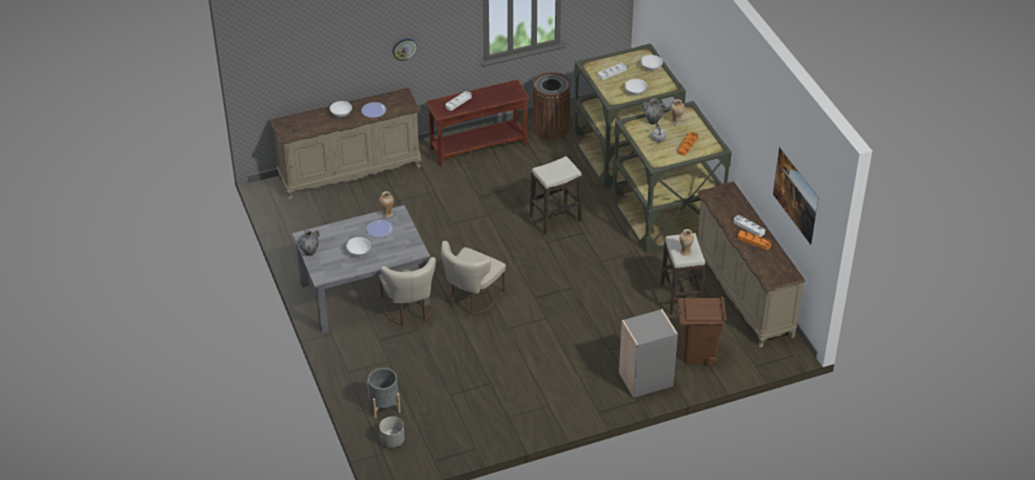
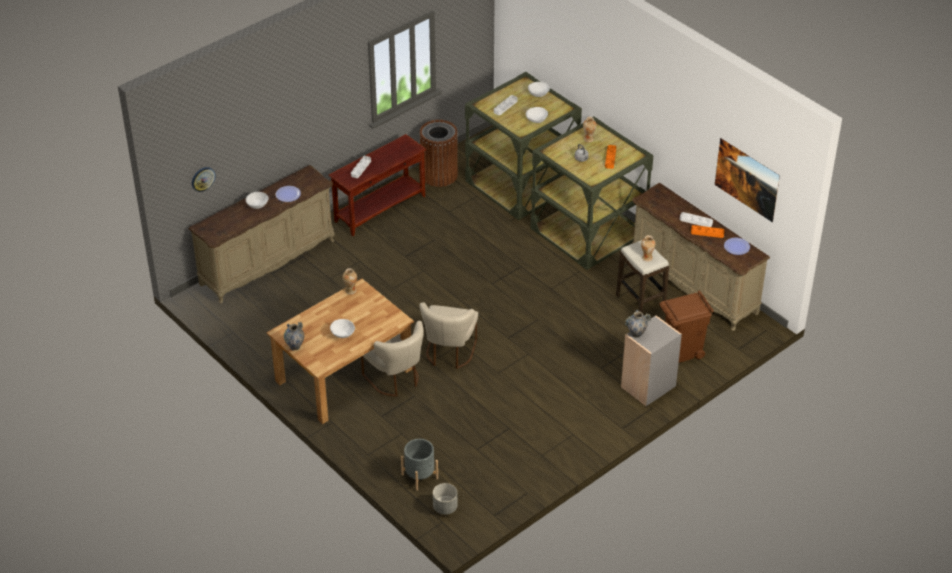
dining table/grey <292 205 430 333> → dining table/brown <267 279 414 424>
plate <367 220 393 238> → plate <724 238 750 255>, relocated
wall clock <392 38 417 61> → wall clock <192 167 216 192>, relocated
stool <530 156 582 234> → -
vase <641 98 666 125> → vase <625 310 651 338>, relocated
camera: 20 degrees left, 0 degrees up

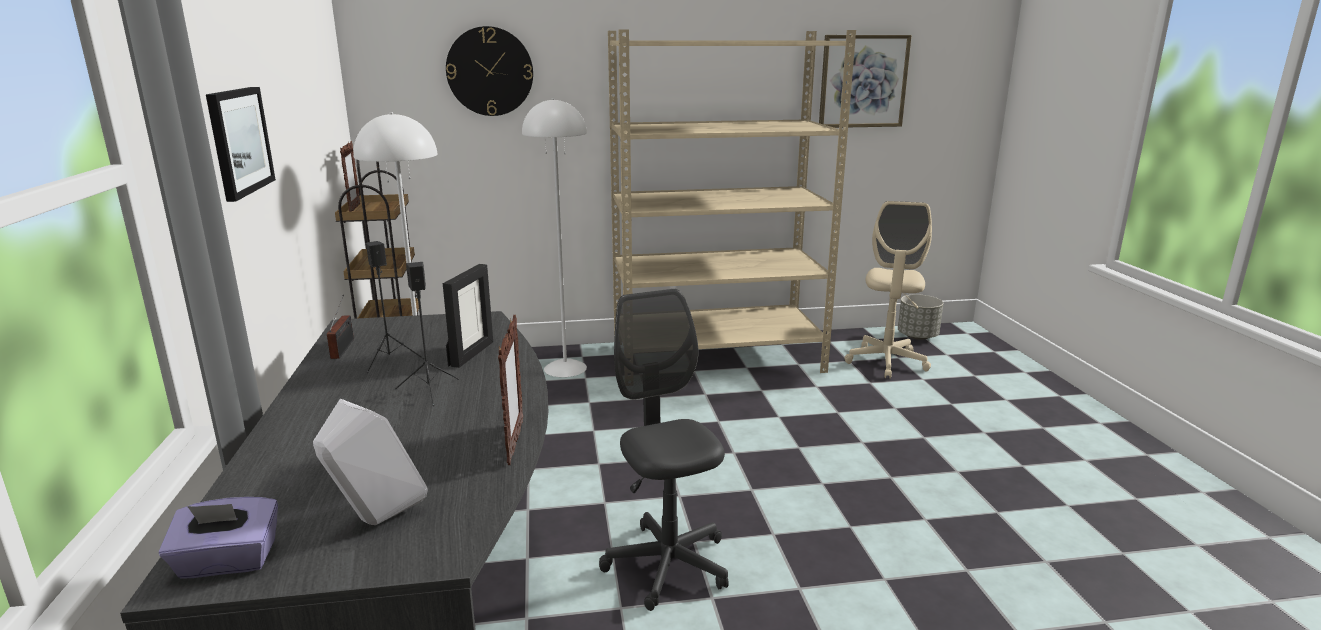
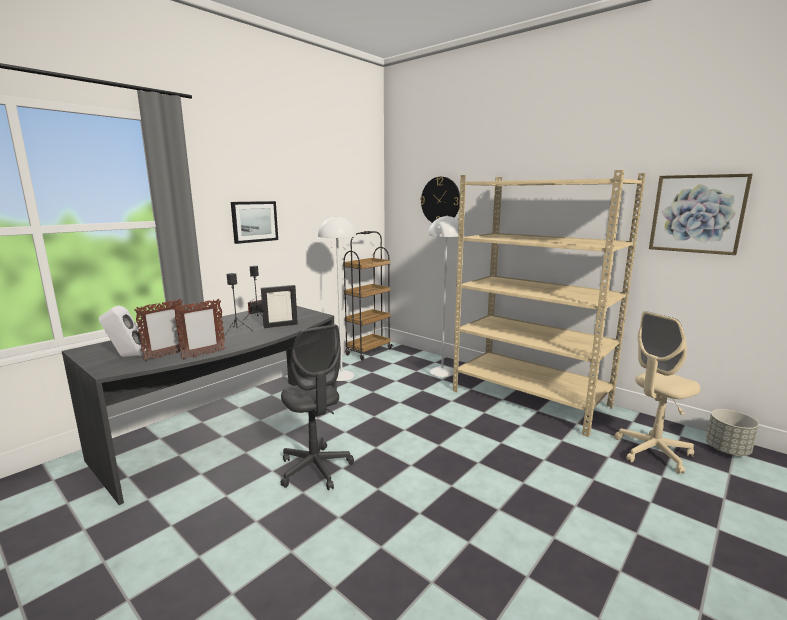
tissue box/purple <159 497 278 579> → -
picture frame <340 141 360 212> → picture frame <134 299 185 361>, relocated
office chair/grey <599 289 729 611> → office chair/grey <281 324 354 490>, 120 degrees clockwise
camera: 50 degrees right, 5 degrees down

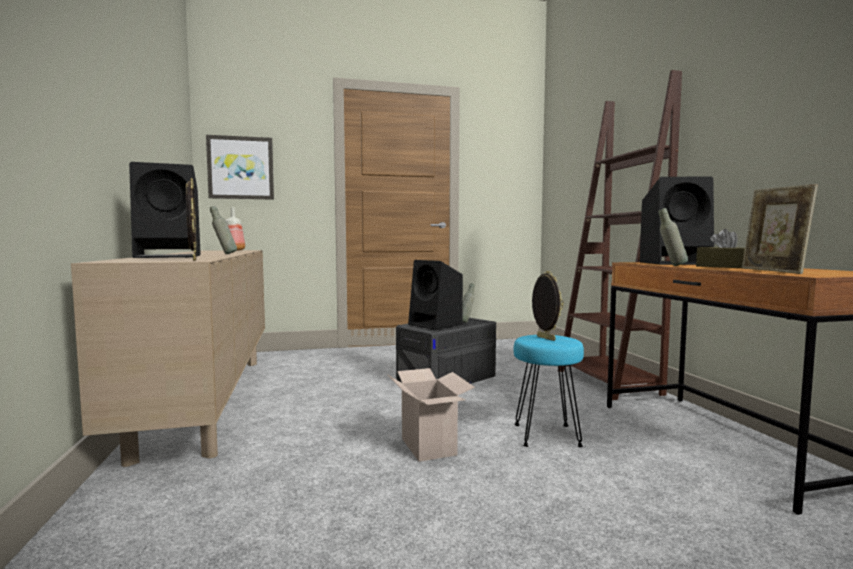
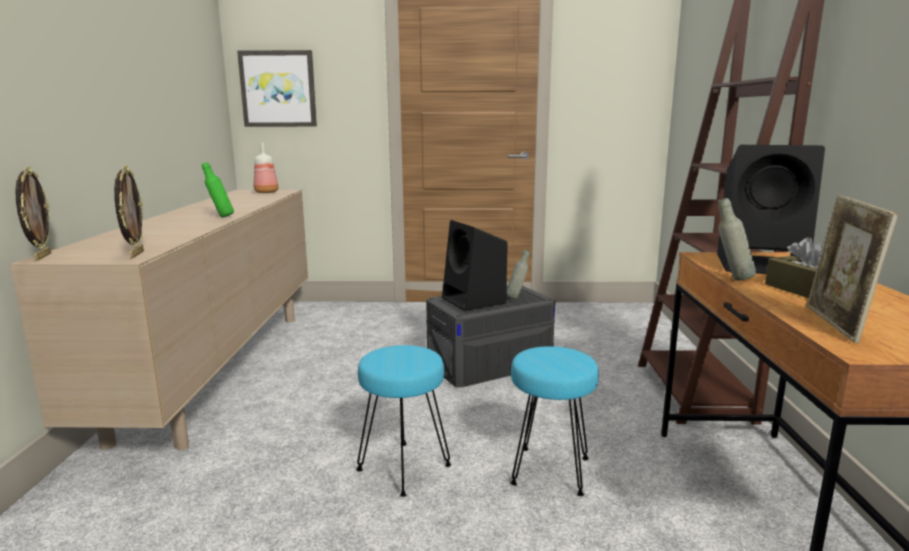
speaker/black <129 162 201 258> → -
bottle/grey <210 206 237 254> → bottle/green <202 163 234 218>
cardboard box <387 368 475 462> → stool/turquoise <356 345 451 497>
picture frame <532 271 564 341> → picture frame <15 167 51 260>, relocated
camera: 15 degrees right, 10 degrees up

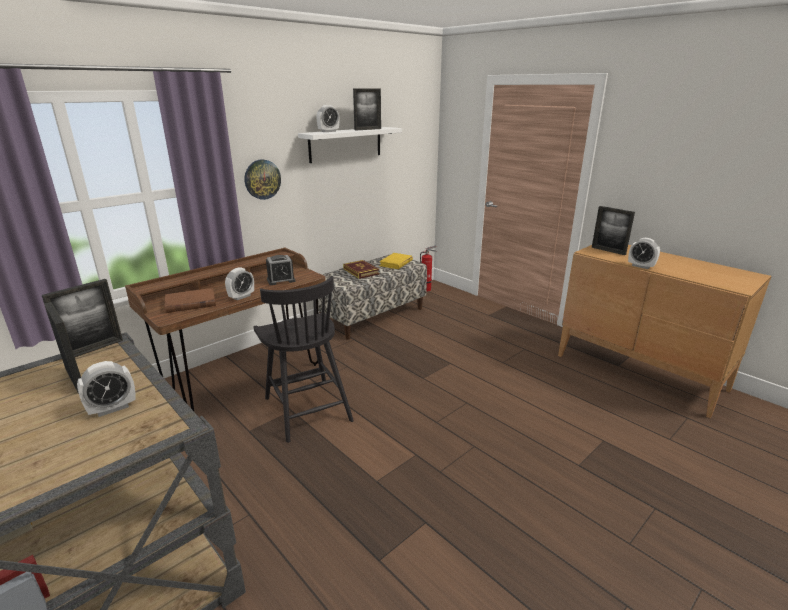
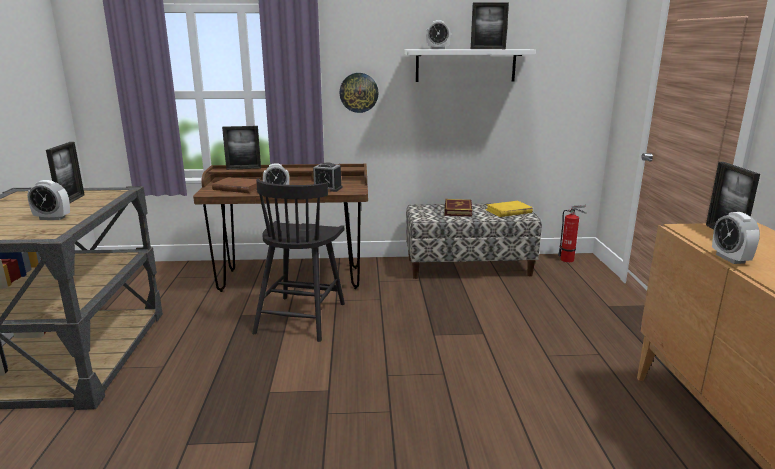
picture frame <42 279 123 357> → picture frame <222 126 261 170>, relocated
camera: 40 degrees right, 5 degrees down

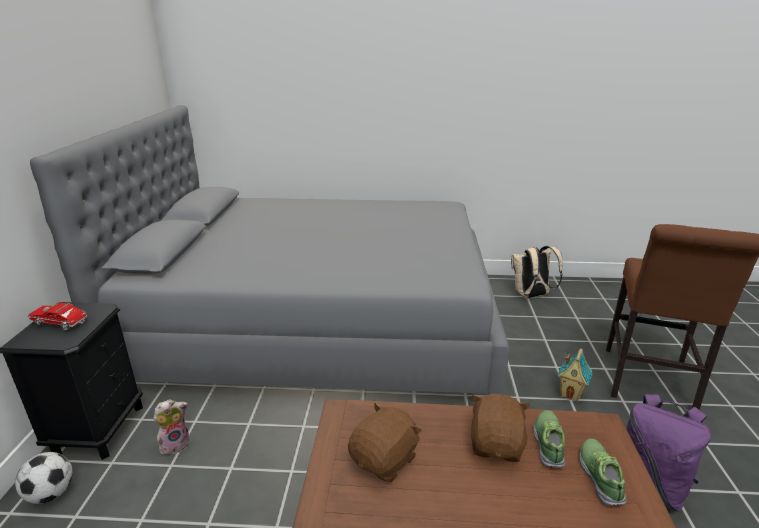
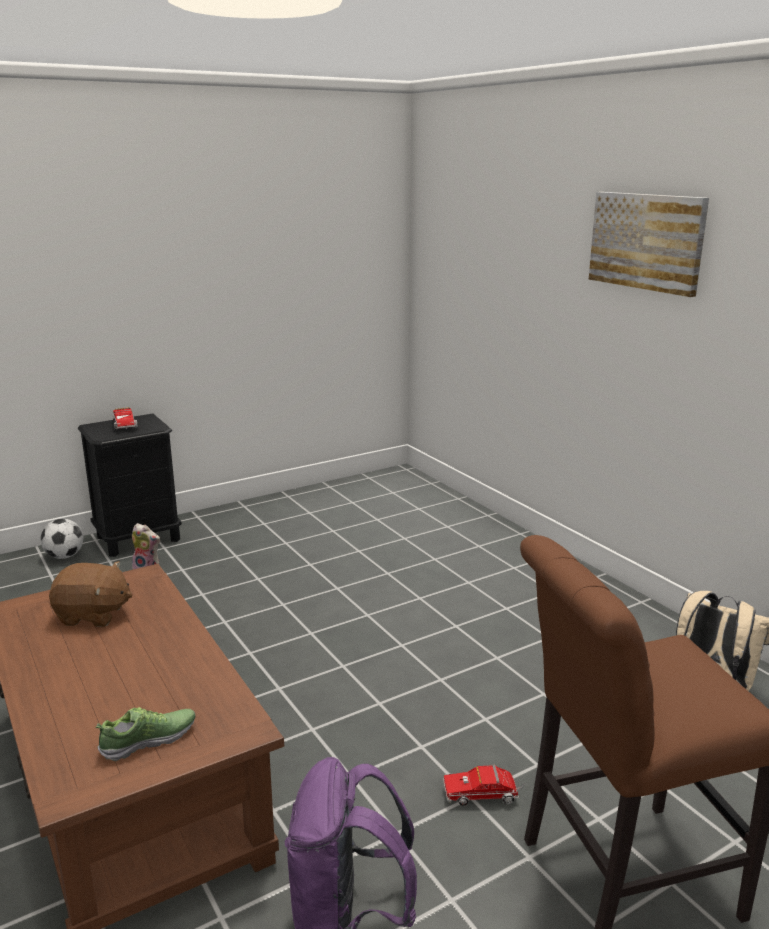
bed/grey <30 105 509 395> → -
plush toy/brown <471 394 530 462> → -
shoe <533 410 565 468> → -
toy house <557 348 593 402> → toy truck <443 765 525 806>
- → picture <589 192 709 297>
camera: 55 degrees right, 5 degrees down

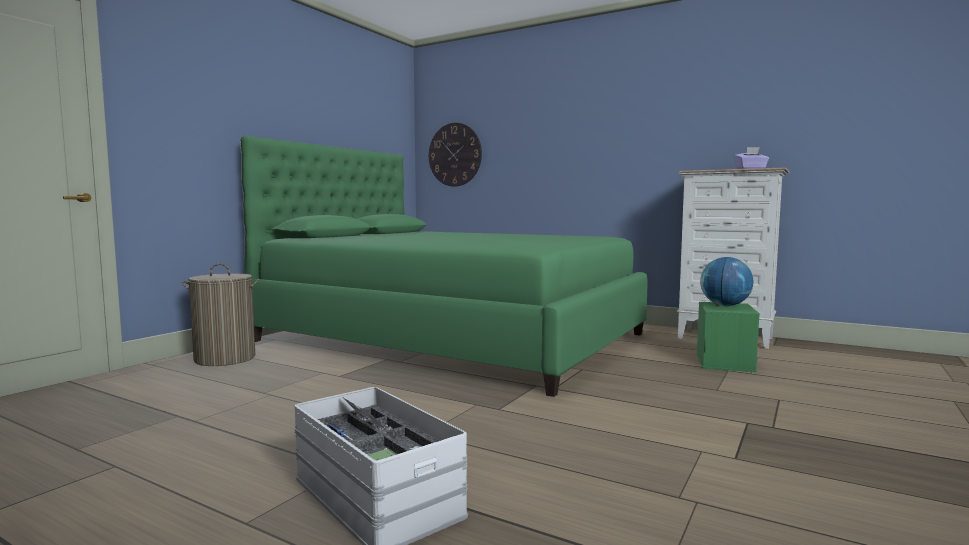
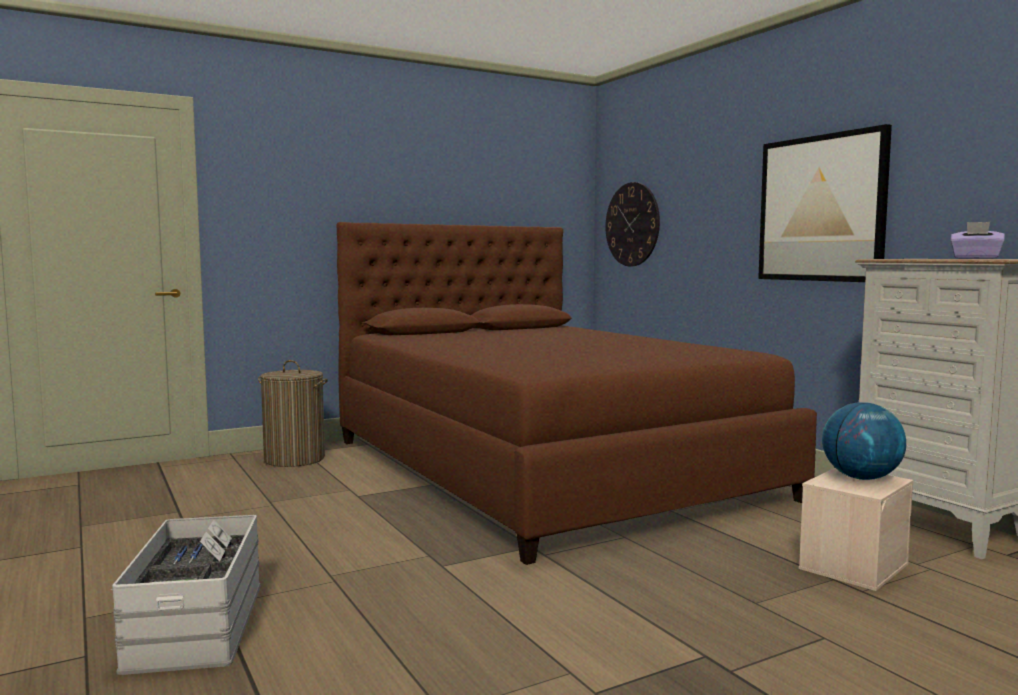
bed/green <240 136 648 397> → bed/brown <336 222 817 565>
storage box/green <697 302 760 372> → storage box/beige <799 468 914 591>
- → picture <758 124 892 282>
camera: 30 degrees right, 0 degrees up

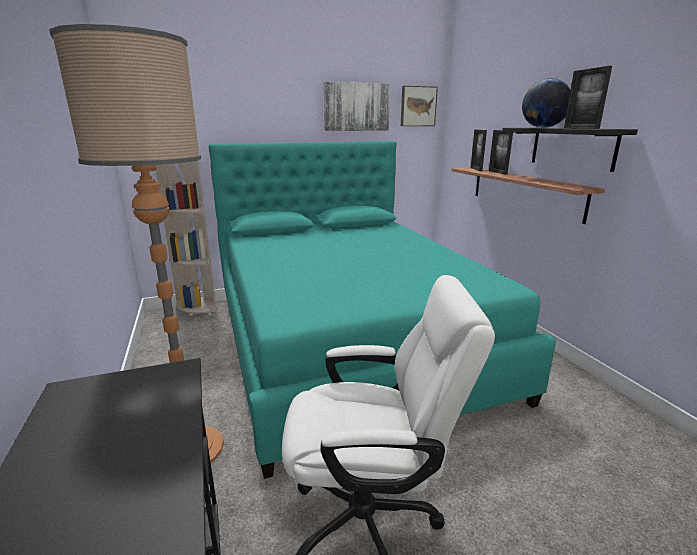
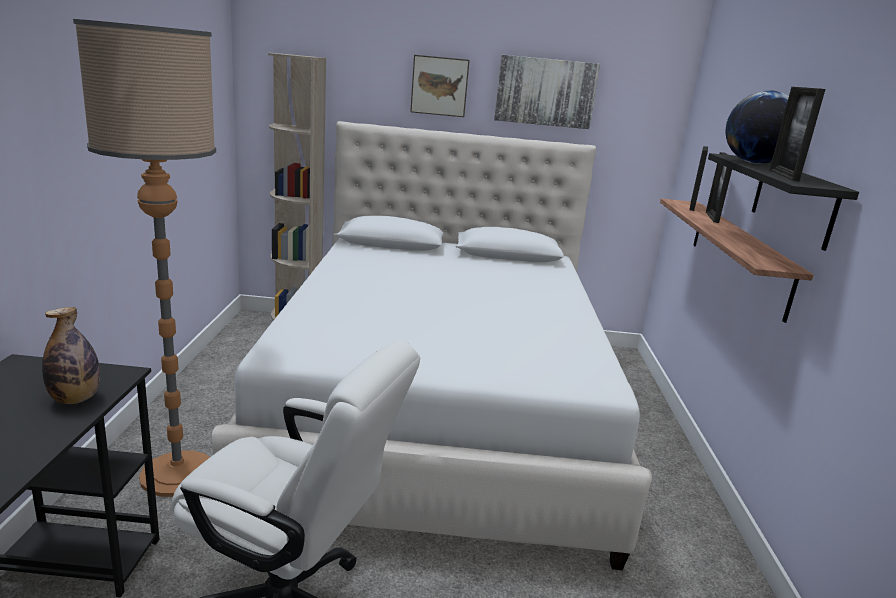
bed/turquoise <209 141 556 479> → bed/white <212 121 652 570>
picture <401 86 438 126> → picture <410 55 470 117>, relocated
- → bottle <42 307 100 404>
camera: 20 degrees right, 0 degrees up

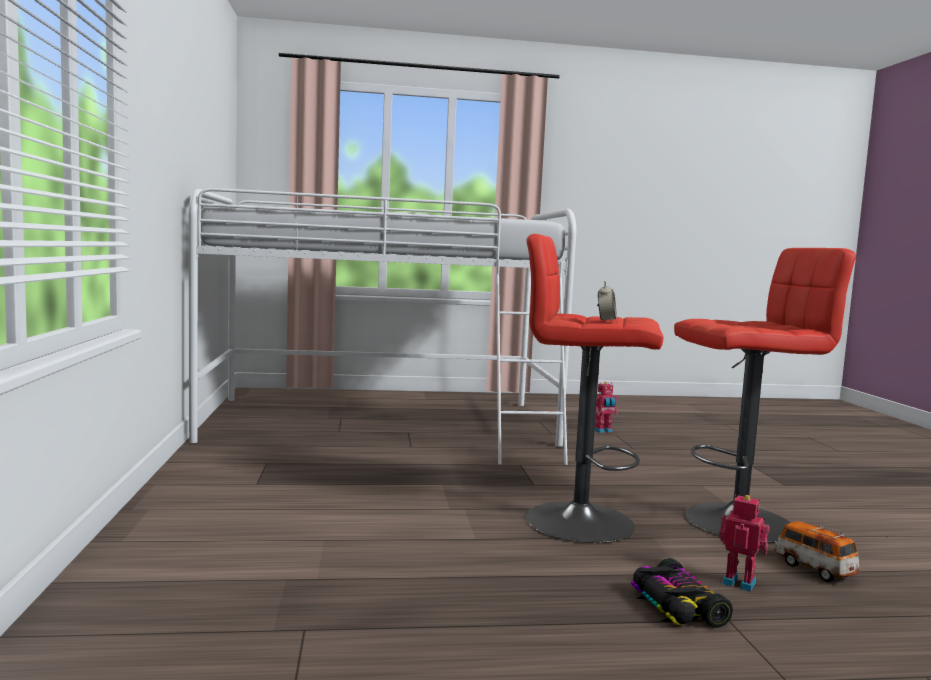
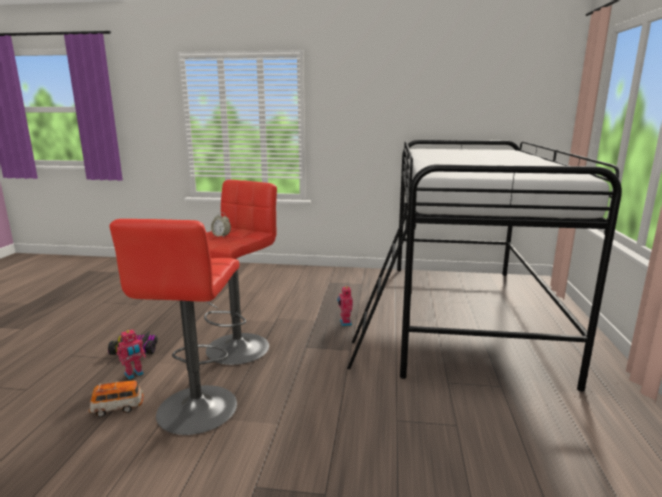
bed/white <189 188 576 465> → bed/black <347 140 622 392>
toy robot <595 382 618 433> → toy robot <337 285 353 326>, relocated
camera: 105 degrees right, 10 degrees up

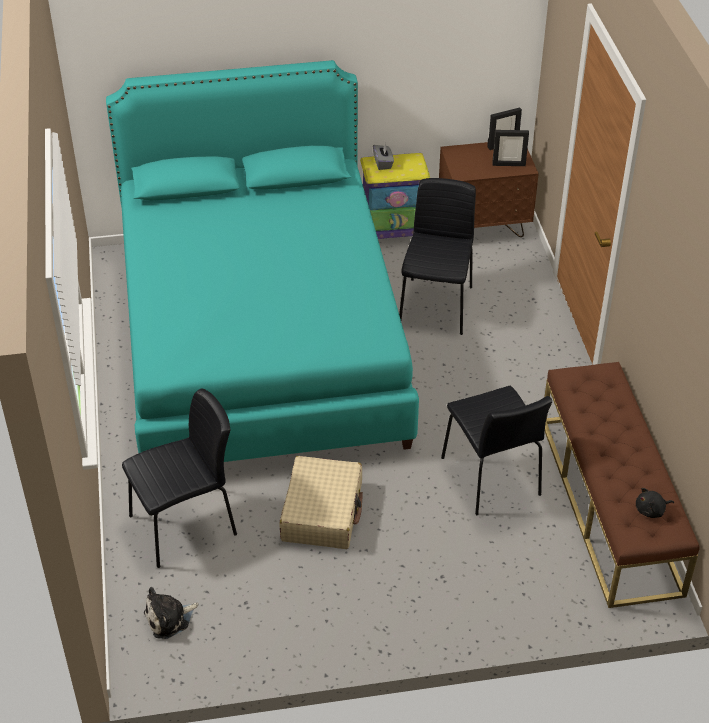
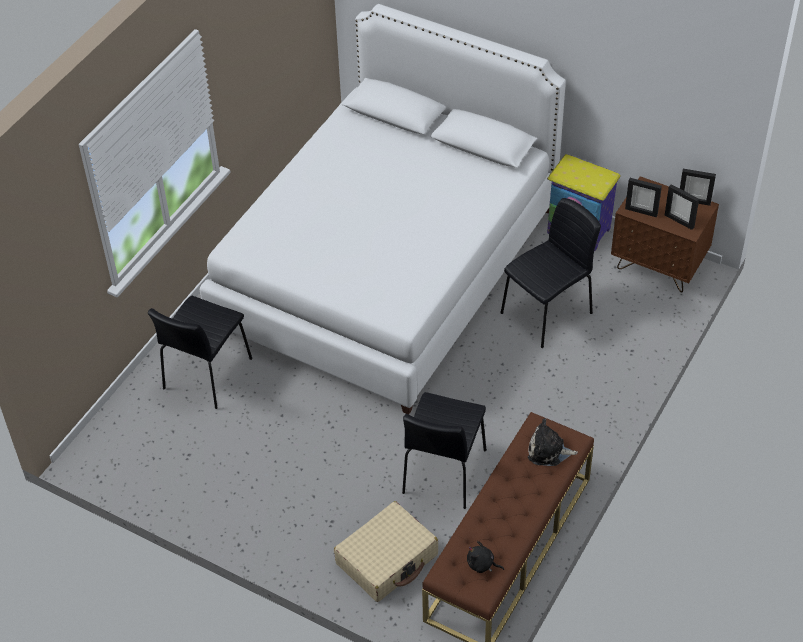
bed/turquoise <106 60 419 462> → bed/white <200 4 566 414>
chair/black <122 389 237 568> → chair/black <148 296 253 409>, 105 degrees clockwise
plush toy <144 587 199 639> → plush toy <528 418 578 466>, relocated
suitcase/beige <279 456 363 549> → suitcase/beige <334 501 438 602>, relocated
tissue box/grey <373 143 394 170> → -
- → picture frame <625 178 662 217>
camera: 40 degrees right, 5 degrees up

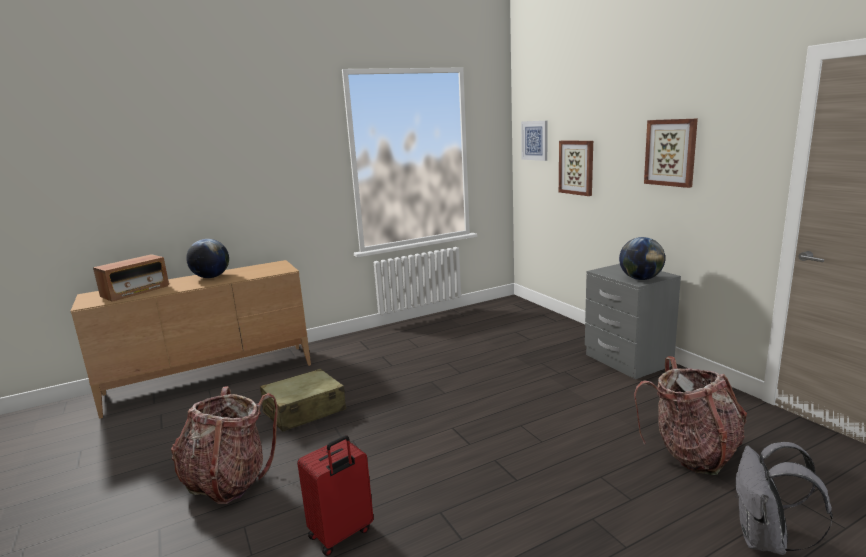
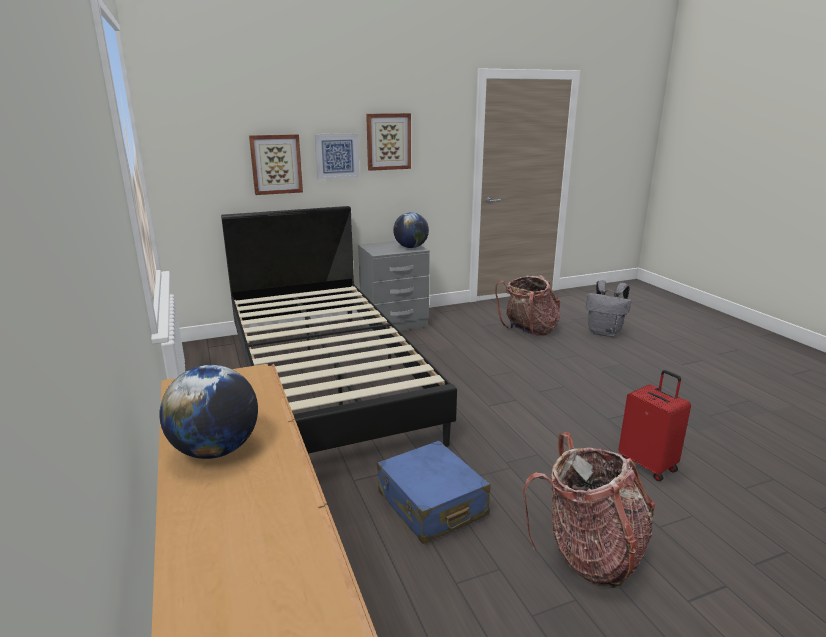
radio <93 254 169 302> → -
suitcase/beige <260 369 346 432> → suitcase/blue <377 440 490 544>
picture <521 121 547 161> → picture <315 133 360 180>, relocated
- → bed/black <221 206 457 454>
camera: 85 degrees left, 5 degrees up

